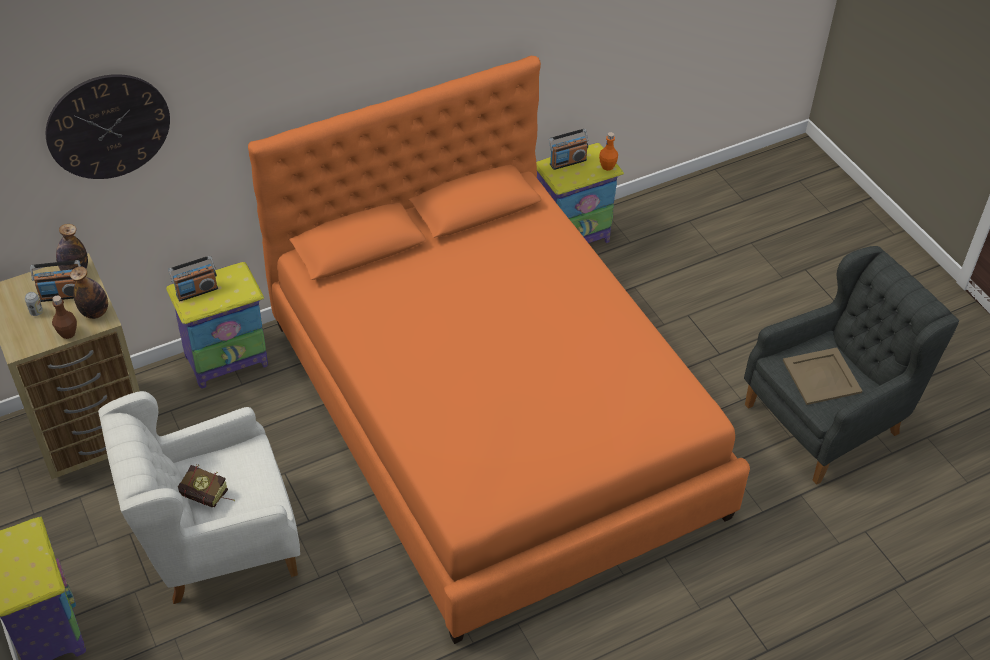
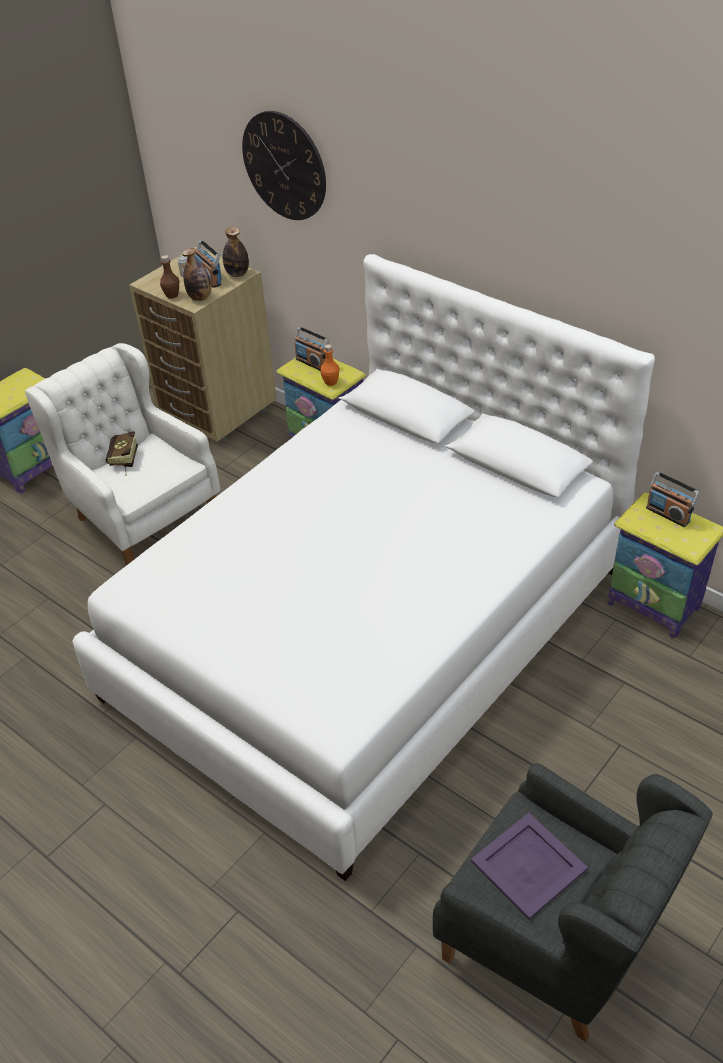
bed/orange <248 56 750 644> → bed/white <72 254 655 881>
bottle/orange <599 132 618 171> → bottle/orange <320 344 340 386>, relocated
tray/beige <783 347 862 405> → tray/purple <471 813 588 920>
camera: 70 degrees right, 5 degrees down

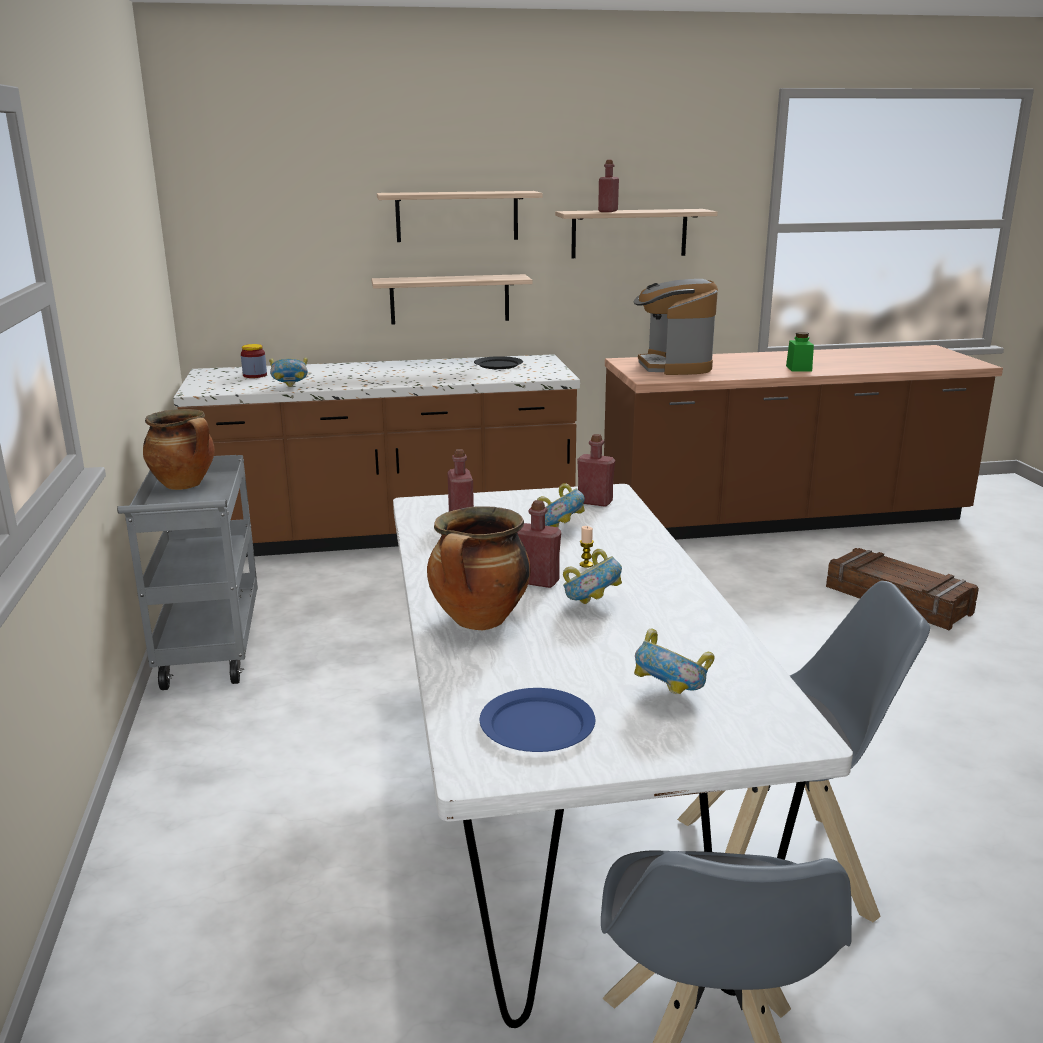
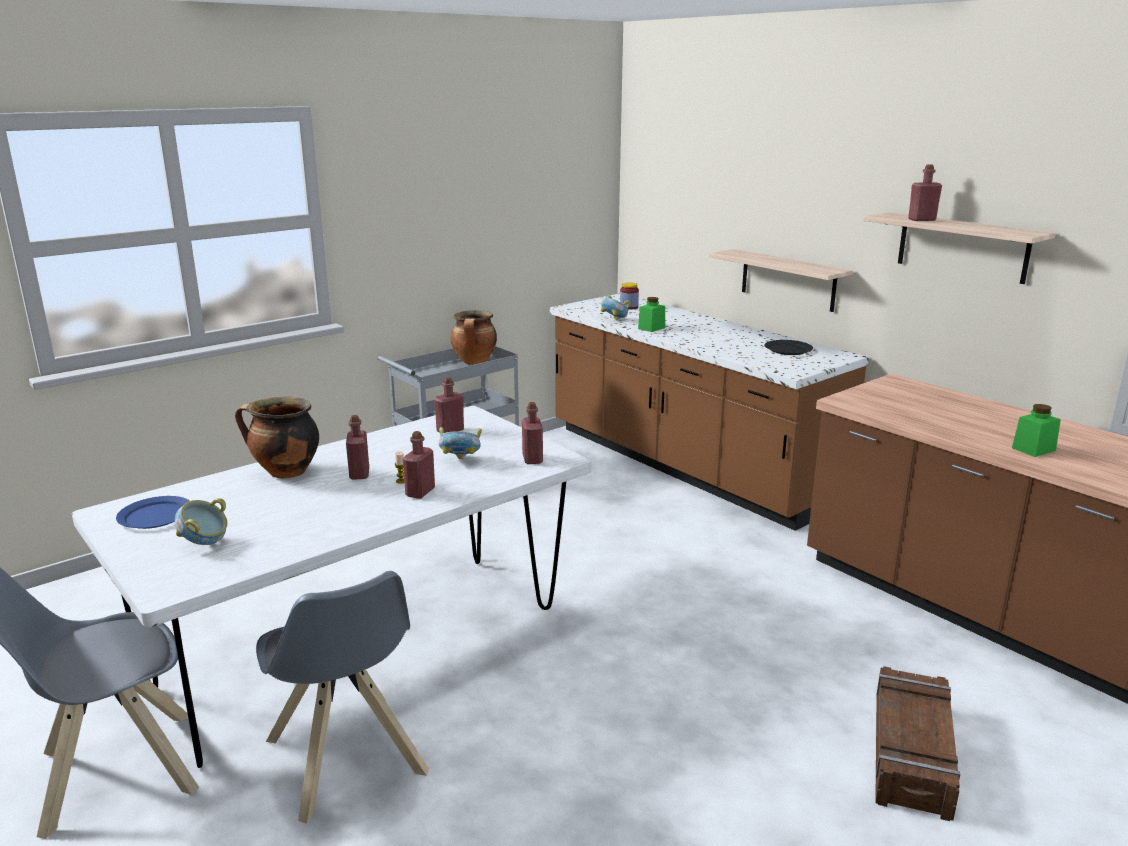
shelf <377 191 543 242> → -
bowl <563 549 622 604> → -
coffee machine <634 279 718 375> → -
- → bottle/red <403 431 435 499>
- → jar/green <638 297 665 332>
camera: 60 degrees right, 0 degrees up

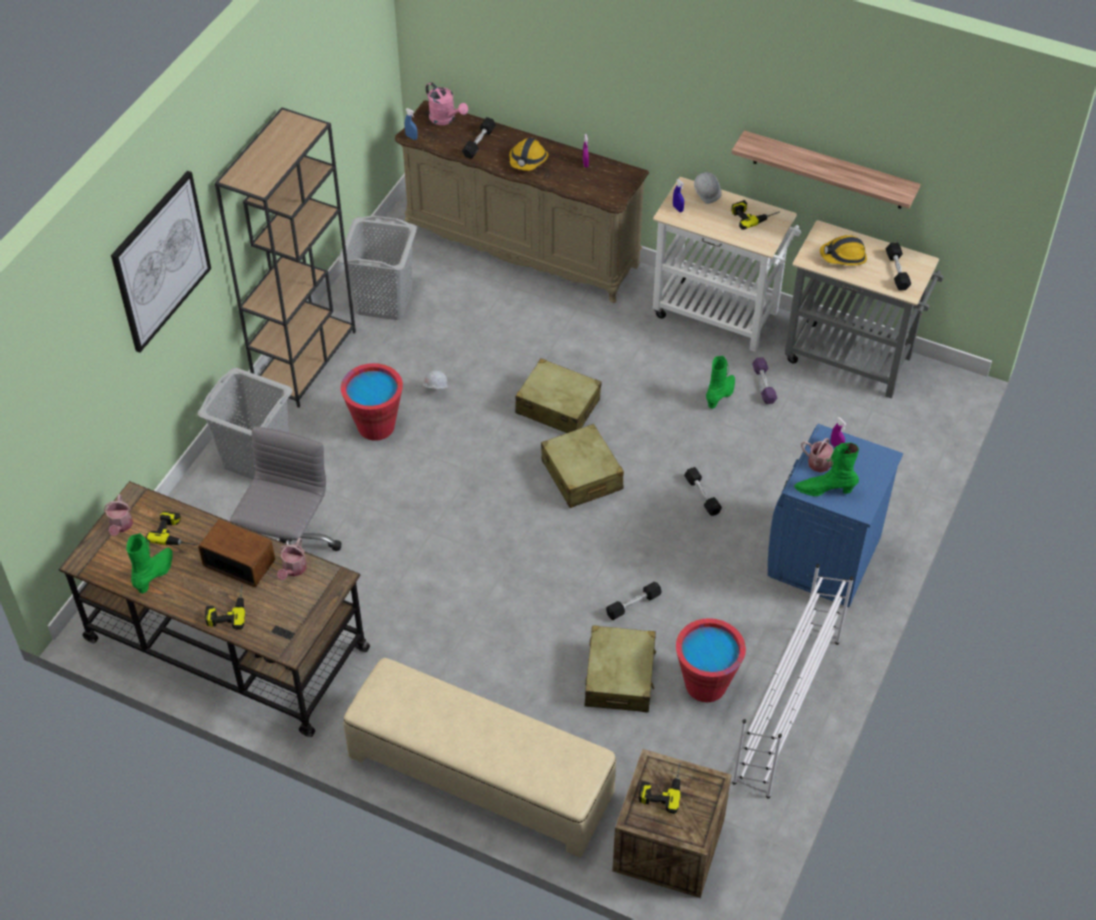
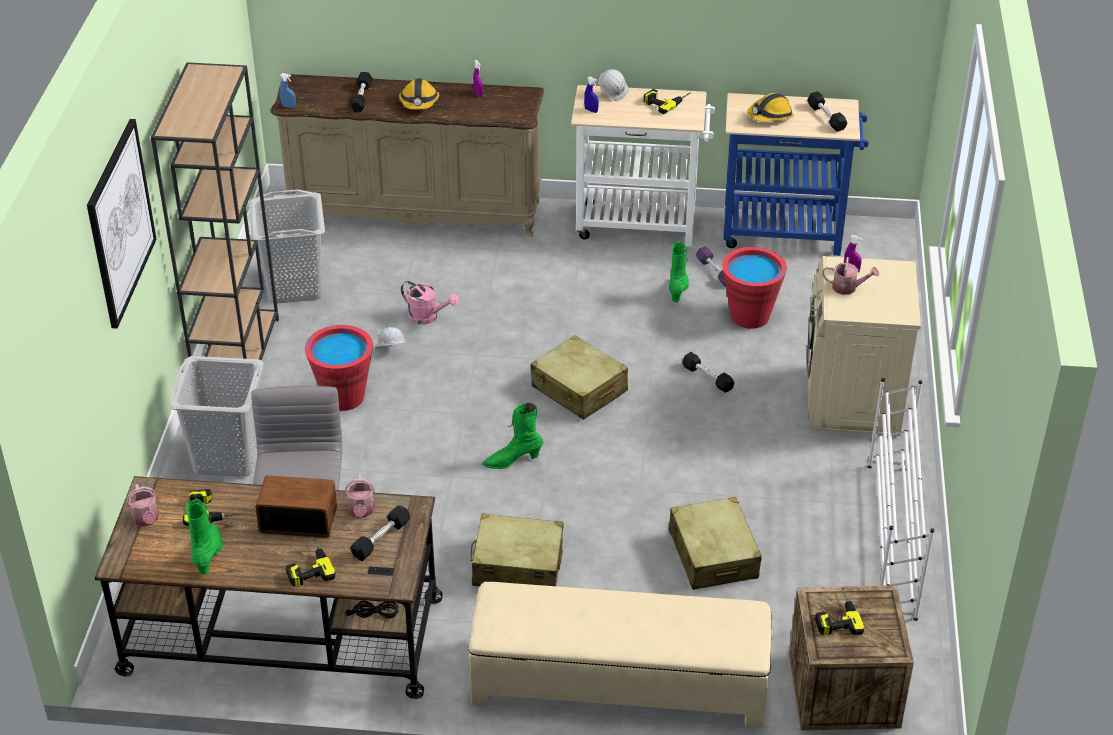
watering can/pink <426 82 468 125> → watering can/pink <401 281 459 325>, relocated
suitcase/beige <515 358 602 433> → suitcase/beige <470 513 563 586>, relocated
dumbbell/black <606 582 662 620> → dumbbell/black <350 505 410 561>, relocated
bucket/red <676 618 746 702> → bucket/red <722 247 787 329>, relocated
shelf <731 130 921 209> → -
washing machine/blue <768 424 903 607> → washing machine/beige <807 256 921 436>
cart/grey <785 220 943 398> → cart/blue <723 93 868 256>
boot/green <794 442 859 496> → boot/green <482 403 543 469>, relocated
camera: 20 degrees left, 10 degrees down

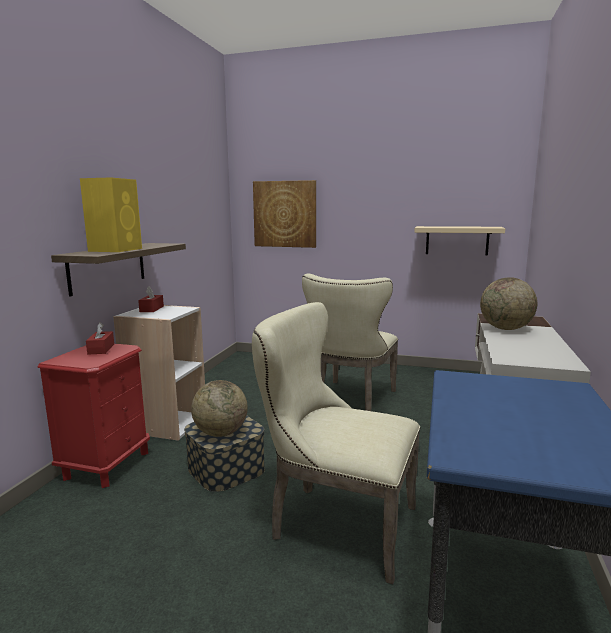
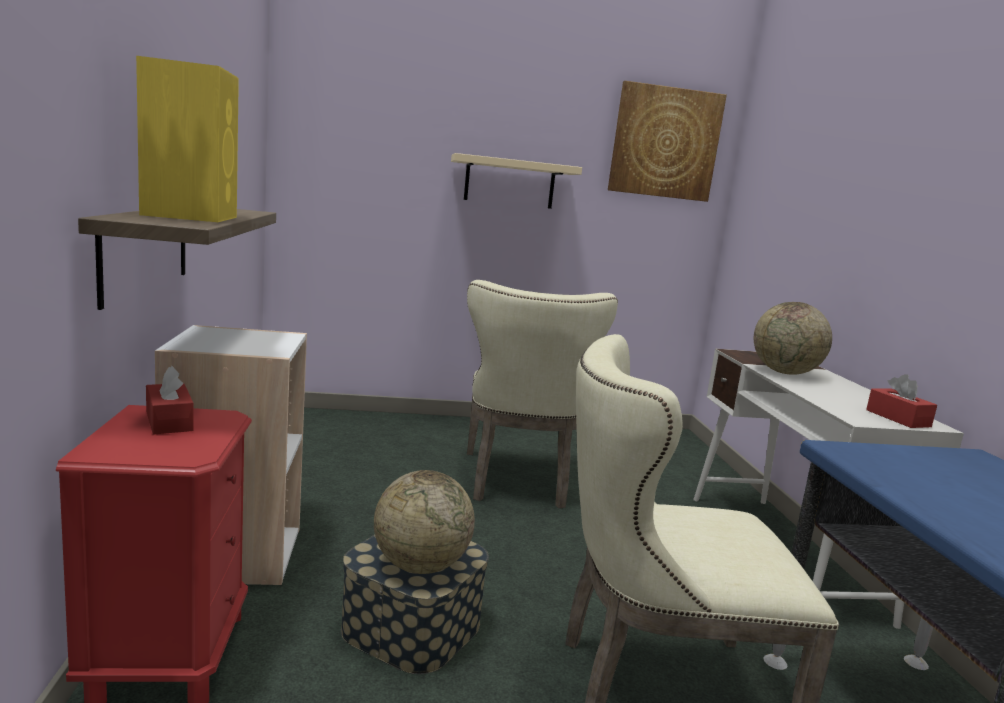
tissue box/red <138 286 164 312> → tissue box/red <866 374 937 428>, relocated
picture <253 180 316 248> → picture <608 81 727 202>, relocated
shelf/beige <414 226 505 255> → shelf/beige <451 153 582 209>, relocated
camera: 25 degrees left, 0 degrees up

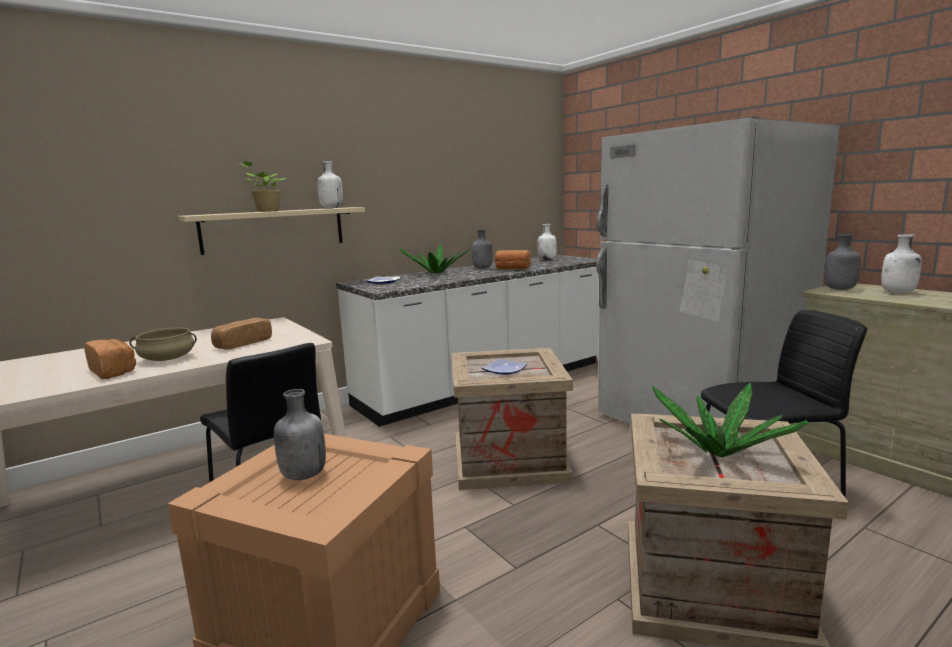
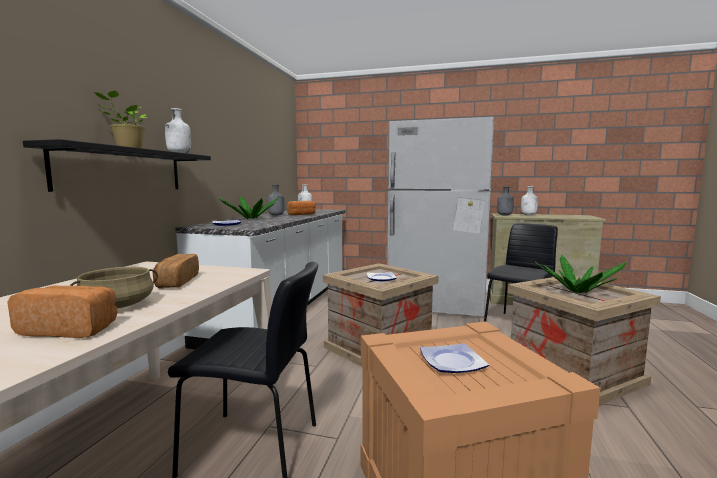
shelf/beige <178 207 365 255> → shelf/black <23 139 211 192>
bottle/grey <274 389 326 480> → plate <420 343 489 373>
camera: 40 degrees left, 5 degrees down

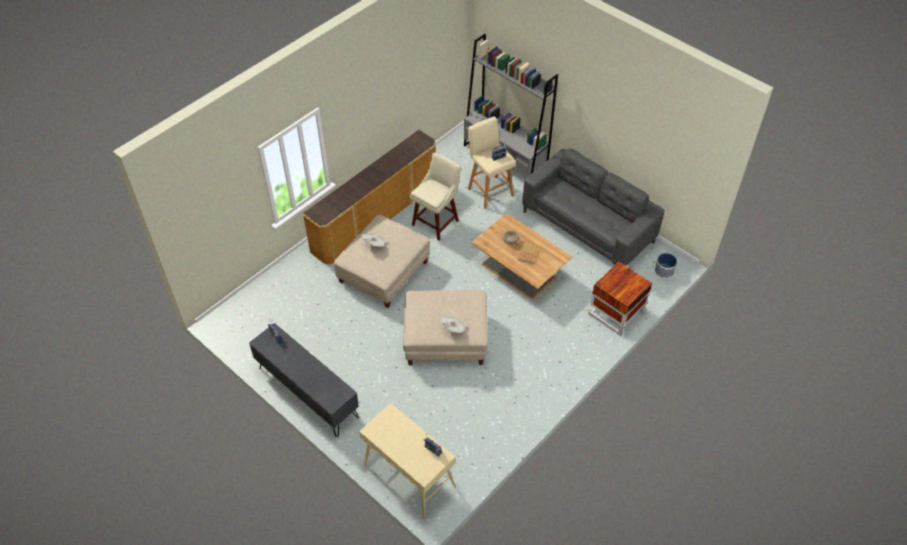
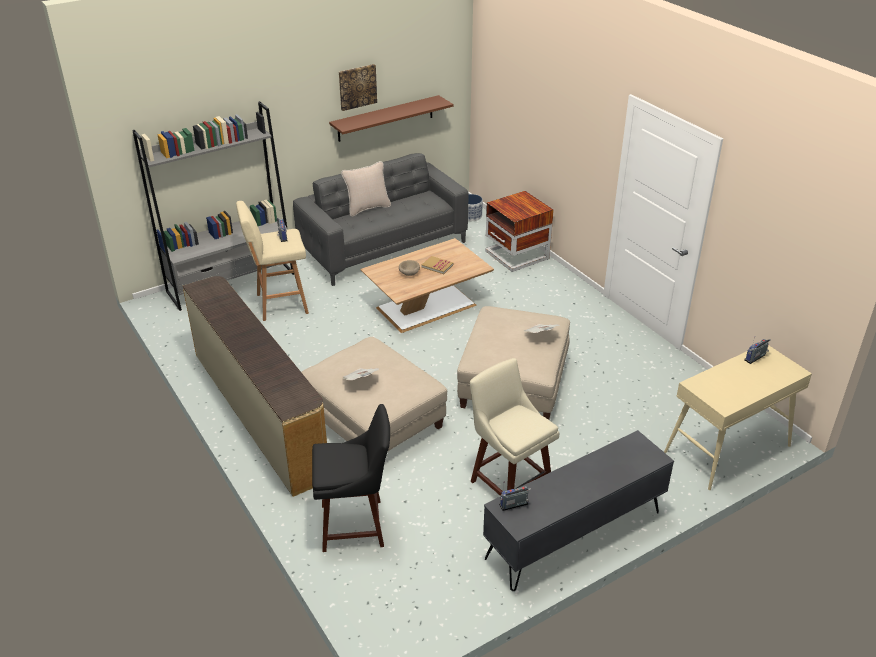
stool/beige <410 153 461 241> → stool/beige <470 358 559 495>, relocated
- → stool/black <312 404 390 552>
- → shelf/brown <329 95 453 142>
- → picture <339 64 377 111>
- → pillow/beige <341 161 391 217>
camera: 75 degrees left, 15 degrees down

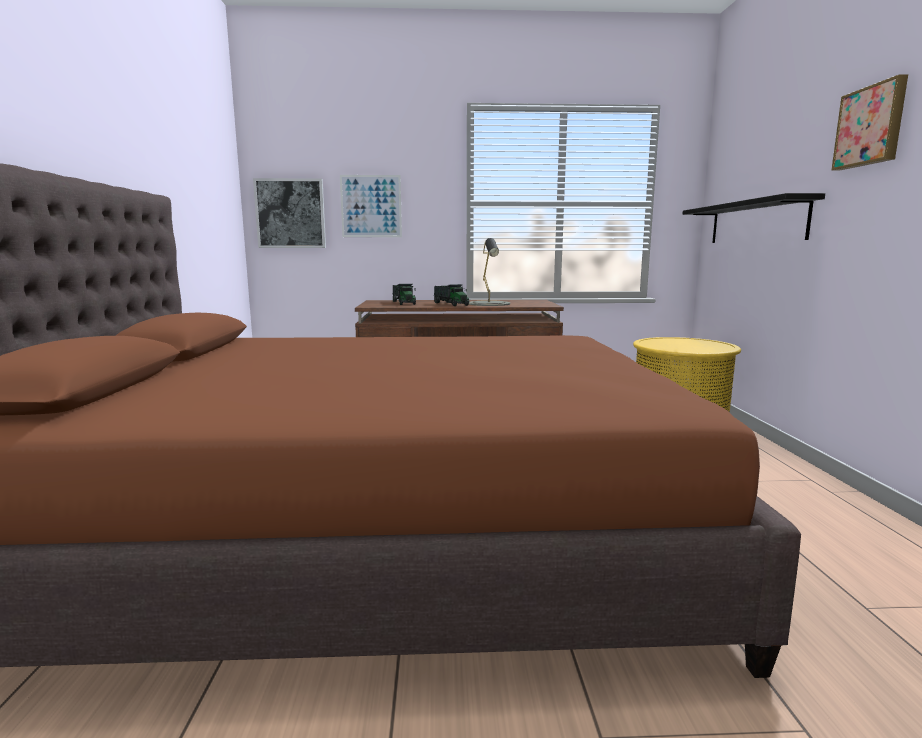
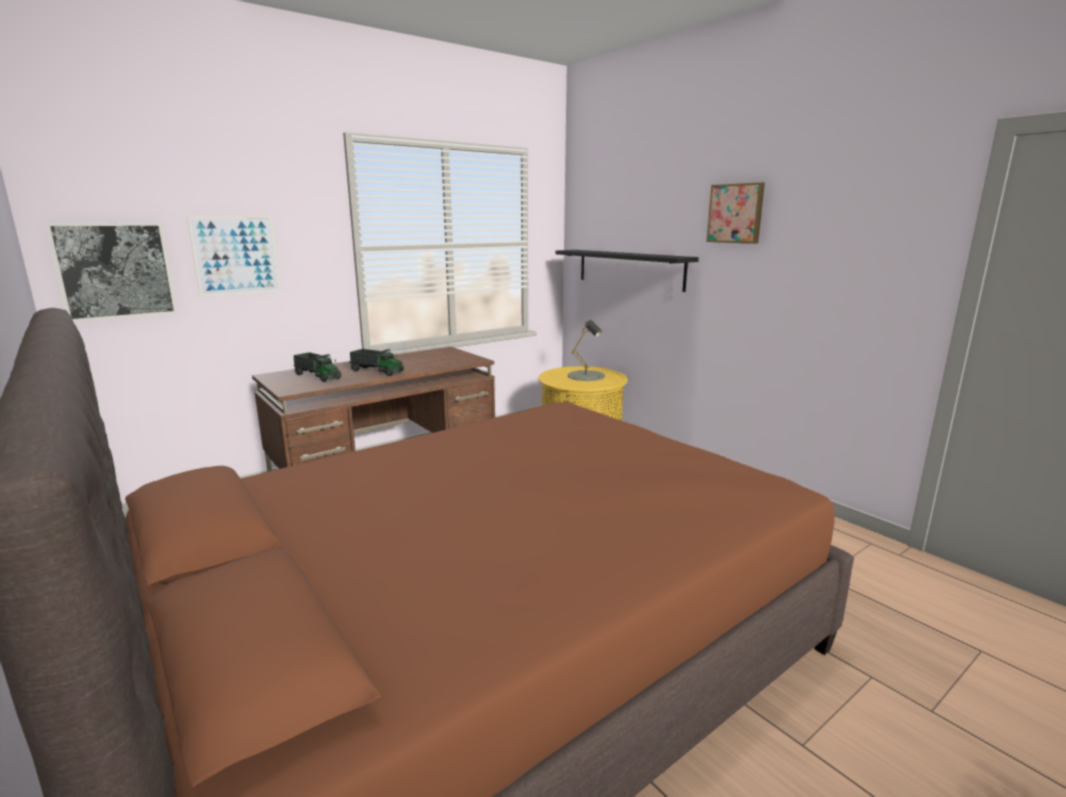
table lamp/grey <469 238 511 306> → table lamp/grey <568 320 605 381>, relocated
camera: 35 degrees left, 5 degrees up

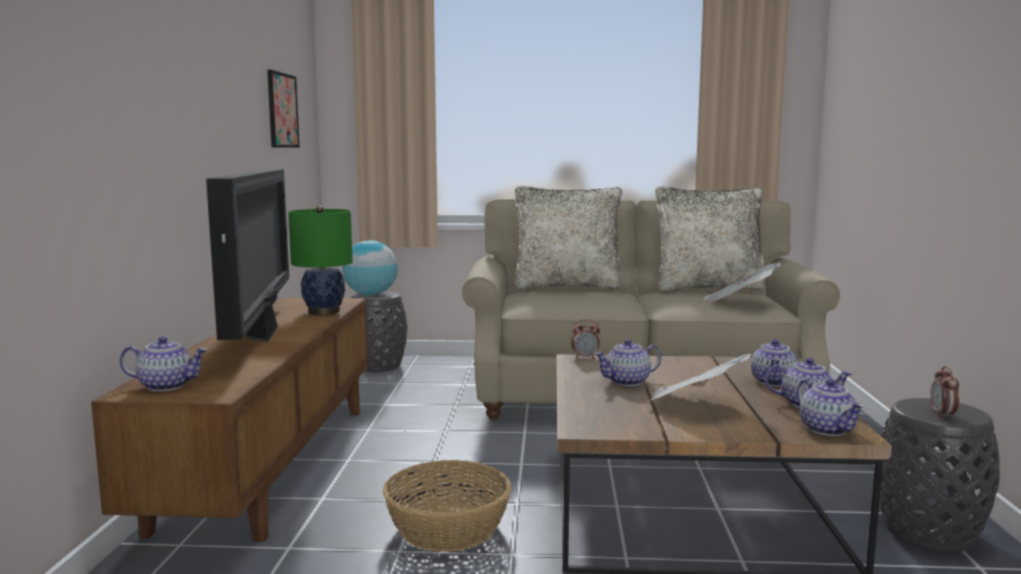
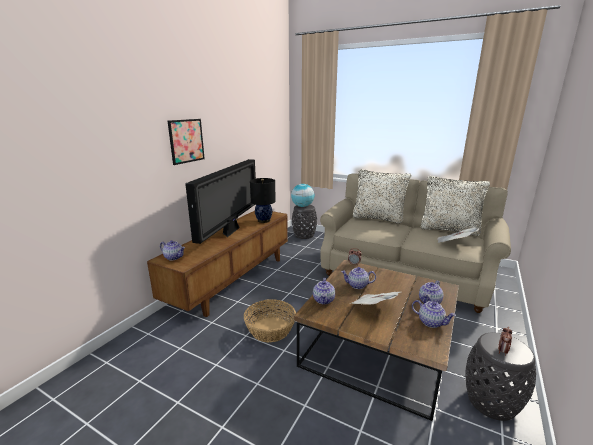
picture <267 70 300 148> → picture <168 119 205 165>, relocated
table lamp/green <288 206 353 315> → table lamp/black <250 178 276 223>
teapot <797 379 864 436> → teapot <313 277 335 304>, relocated
camera: 25 degrees right, 10 degrees up

